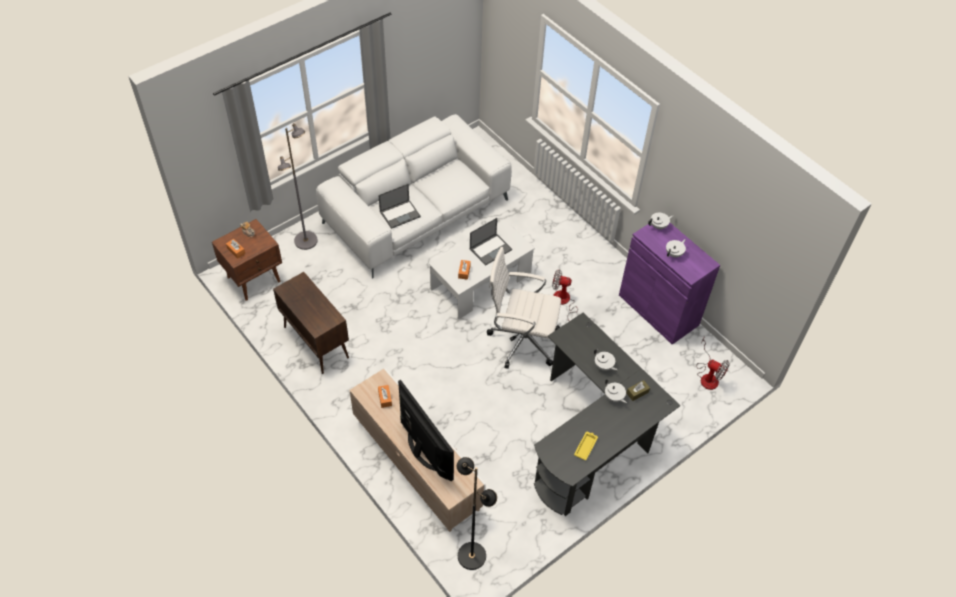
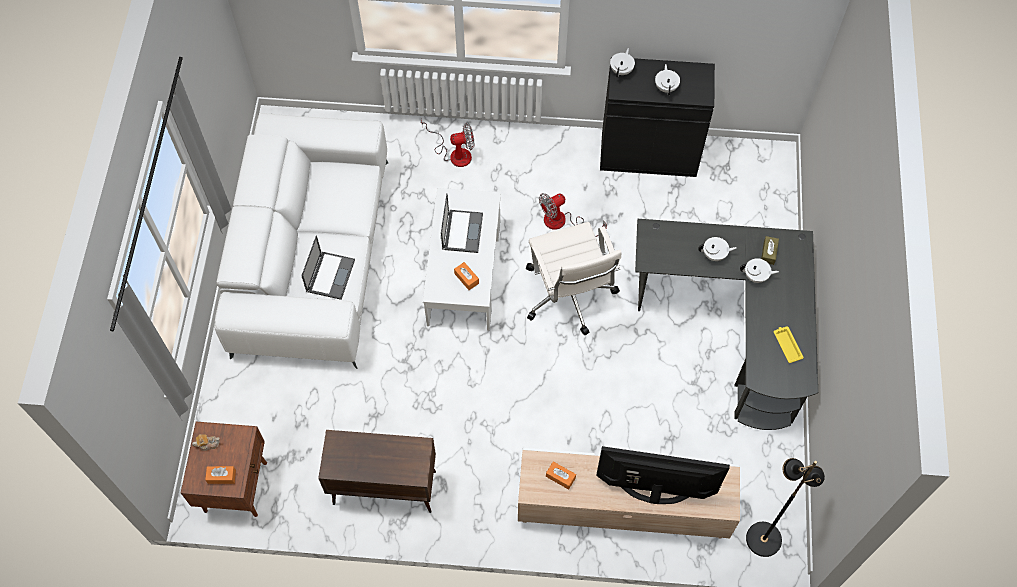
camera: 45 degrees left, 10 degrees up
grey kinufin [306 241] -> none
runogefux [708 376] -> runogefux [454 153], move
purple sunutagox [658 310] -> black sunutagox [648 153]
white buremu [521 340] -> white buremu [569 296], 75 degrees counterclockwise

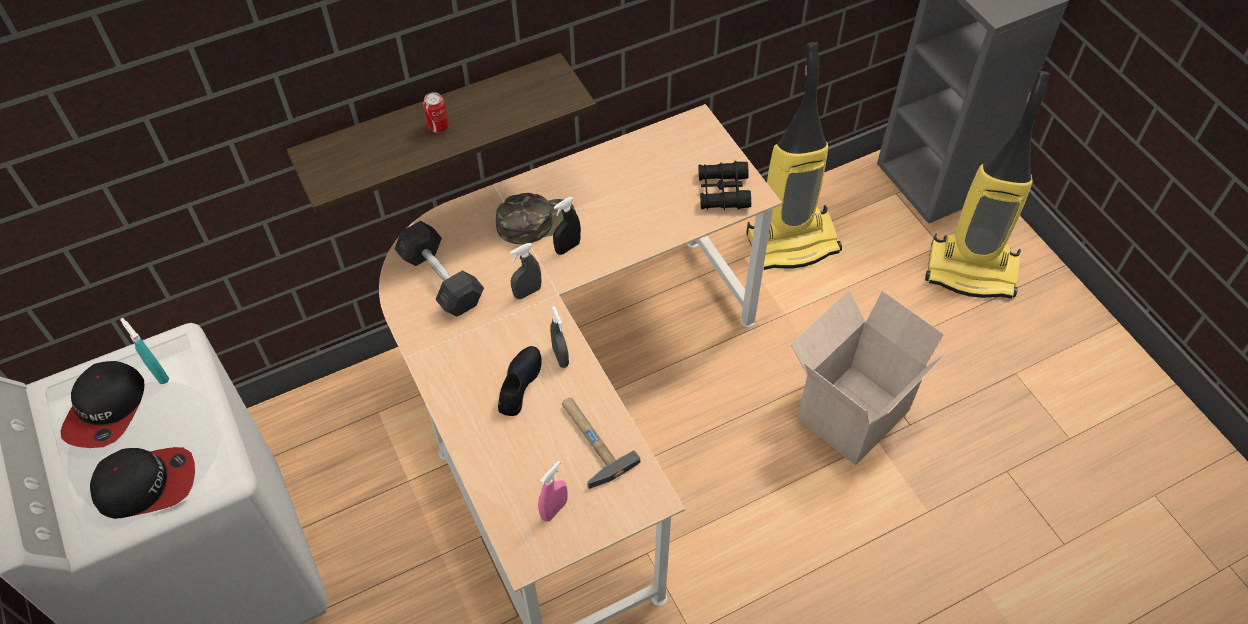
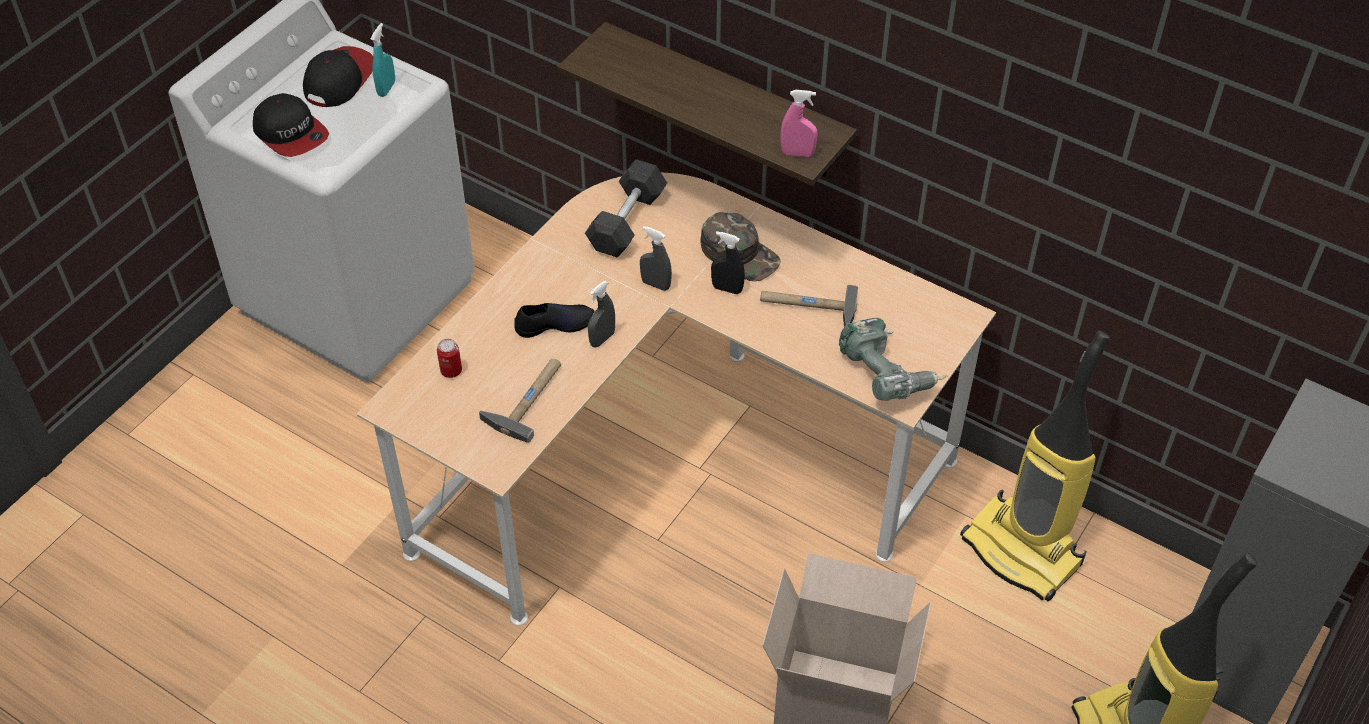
camera: 60 degrees right, 5 degrees down
none -> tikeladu [807 307]
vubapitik [438 126] -> vubapitik [451 371], move
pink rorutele [554 509] -> pink rorutele [797 153], move
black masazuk [723 192] -> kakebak [888 374]
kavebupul [106 409] -> kavebupul [339 79], 135 degrees clockwise

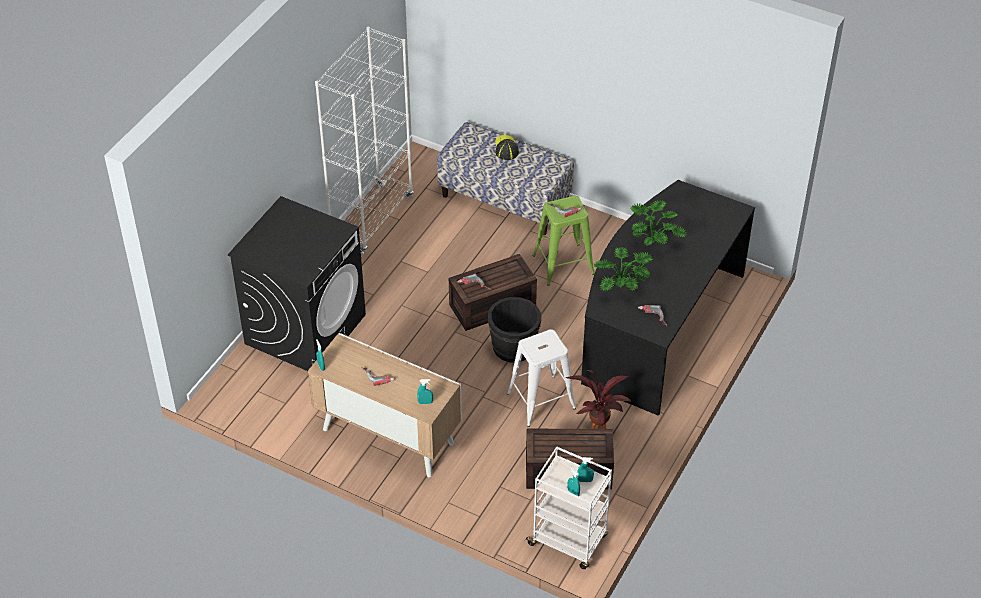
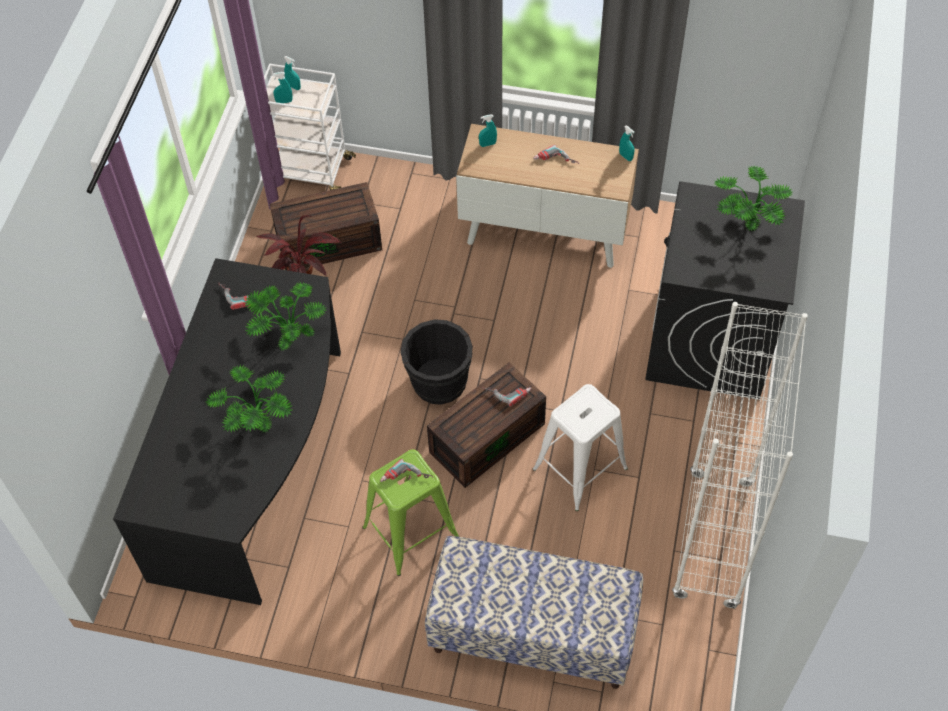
camera: 165 degrees right, 10 degrees up
kavebupul [506 148] -> none
none -> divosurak [748 219]
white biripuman [540 401] -> white biripuman [580 468], move

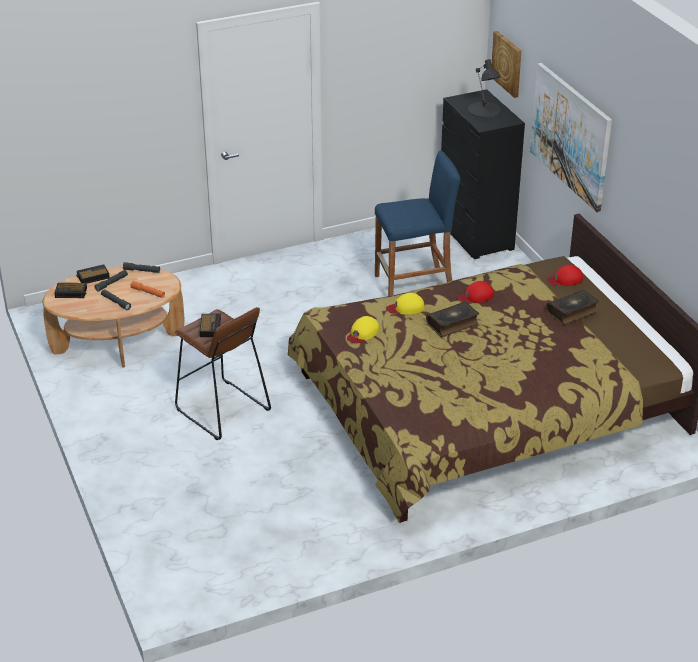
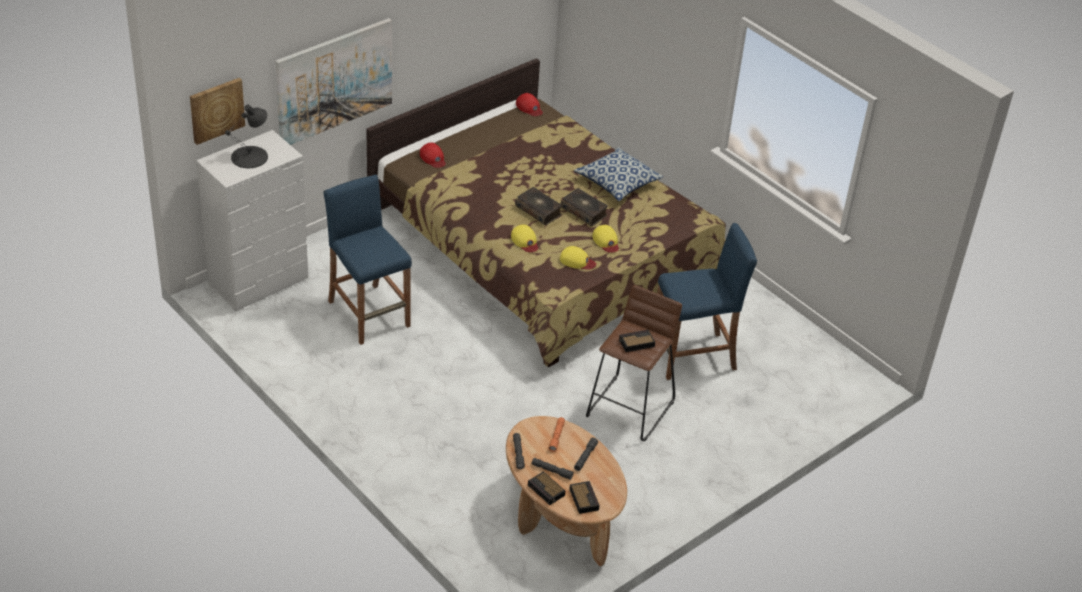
camera: 110 degrees left, 5 degrees up
none -> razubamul [617 183]
none -> yellow kavebupul [606 241]
none -> blue biripuman [693 356]
red kavebupul [476 296] -> red kavebupul [529 107], move
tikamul [572 312] -> tikamul [584 211], move
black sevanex [475 236] -> white sevanex [259 282]

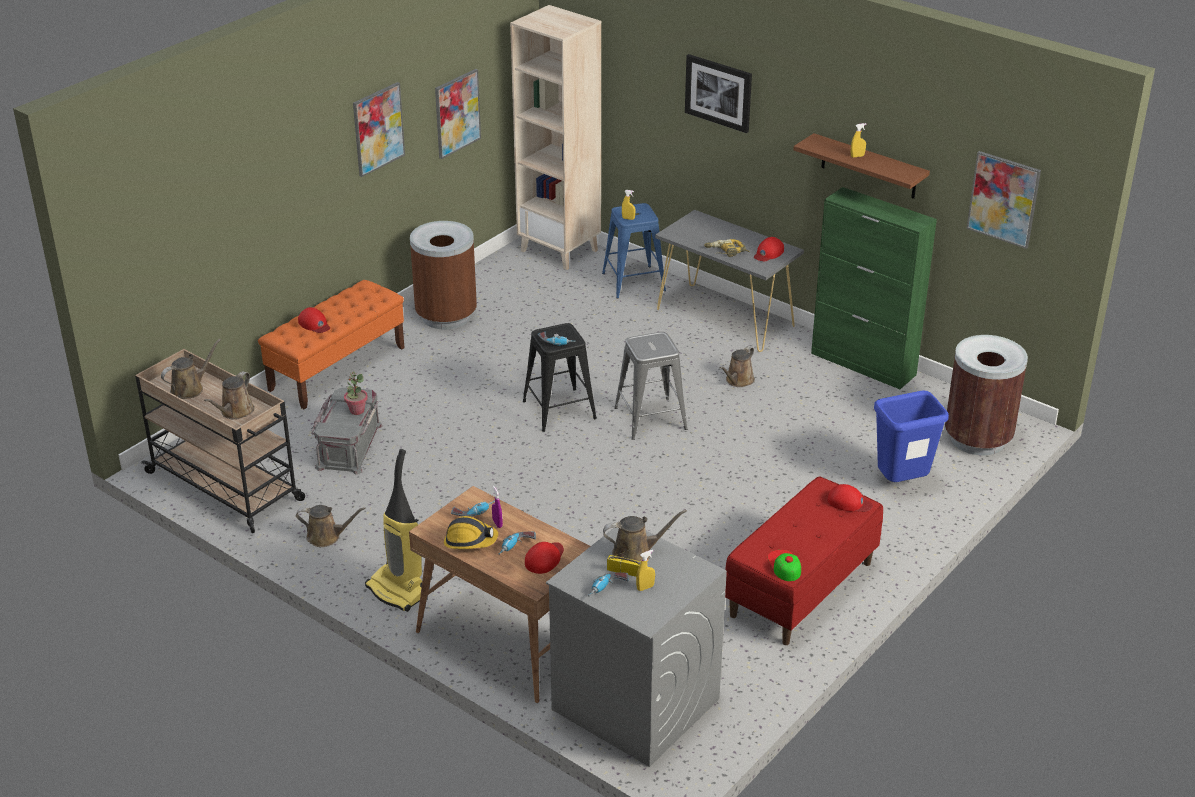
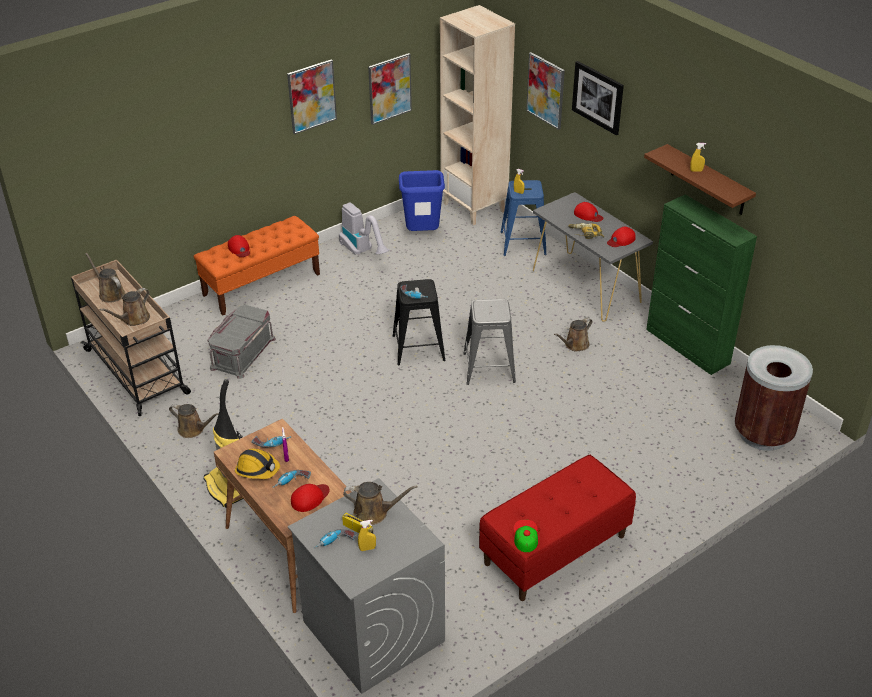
camera: 15 degrees right, 5 degrees up
divosurak [357 410] -> none
red kavebupul [849 502] -> red kavebupul [588 215], move
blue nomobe [902 483] -> blue nomobe [423 234], move
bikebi [1003 199] -> bikebi [545 90], move
brown nomobe [446 316] -> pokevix [363 252]
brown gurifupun [190 388] -> brown gurifupun [110 293], 105 degrees counterclockwise

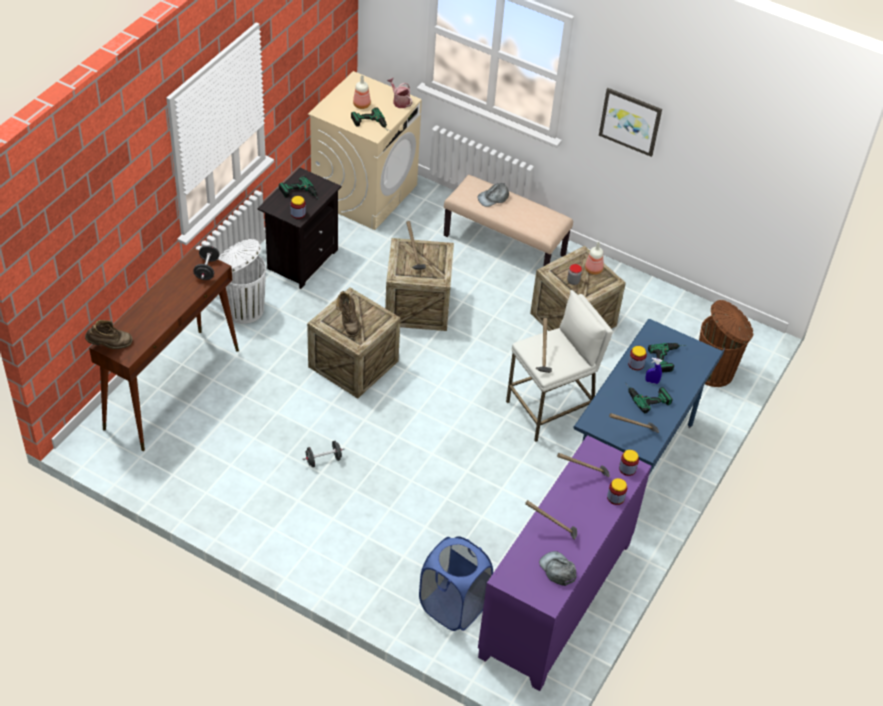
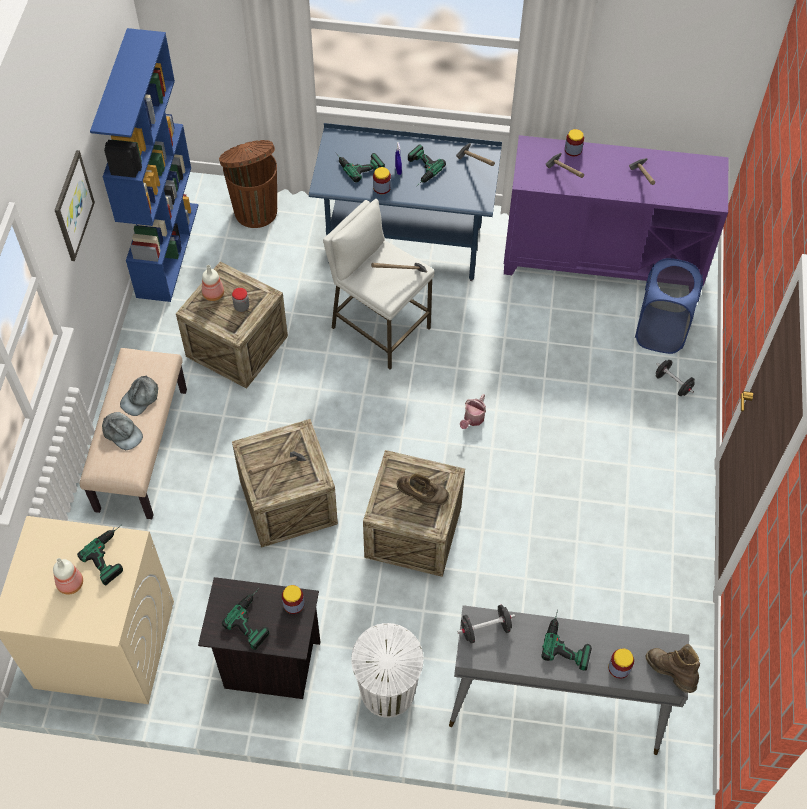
camera: 110 degrees left, 10 degrees up
none -> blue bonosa [167 250]
none -> kakebak [568 640]
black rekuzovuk [323 460] -> black rekuzovuk [673 384], move
gurifupun [399 101] -> gurifupun [472 419], move
grey kavebupul [558 570] -> grey kavebupul [140 398], move
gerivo [627 469] -> gerivo [619 667], move
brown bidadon [173 388] -> grey bidadon [553 708]
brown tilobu [349 323] -> brown tilobu [422 497], 45 degrees clockwise

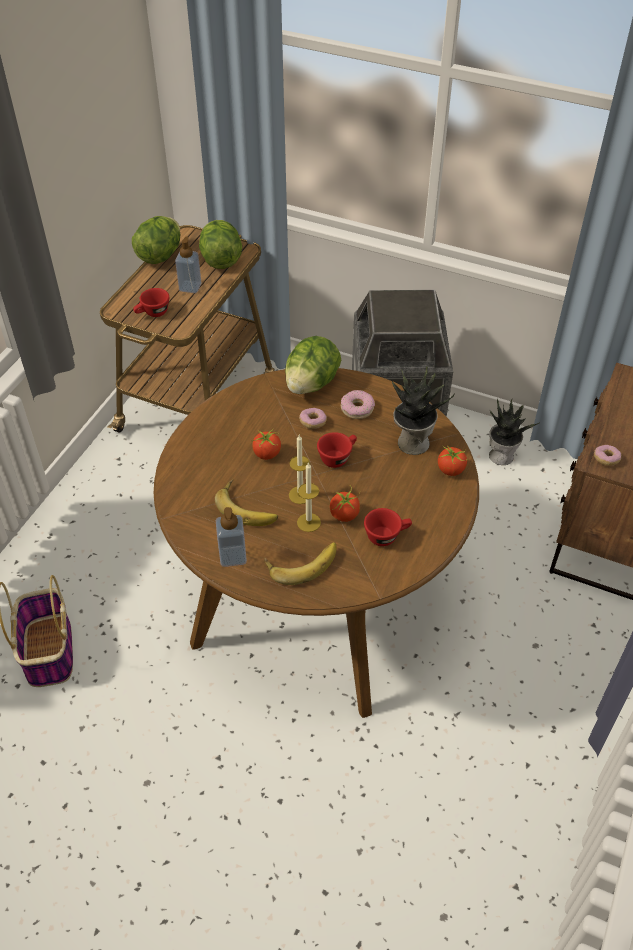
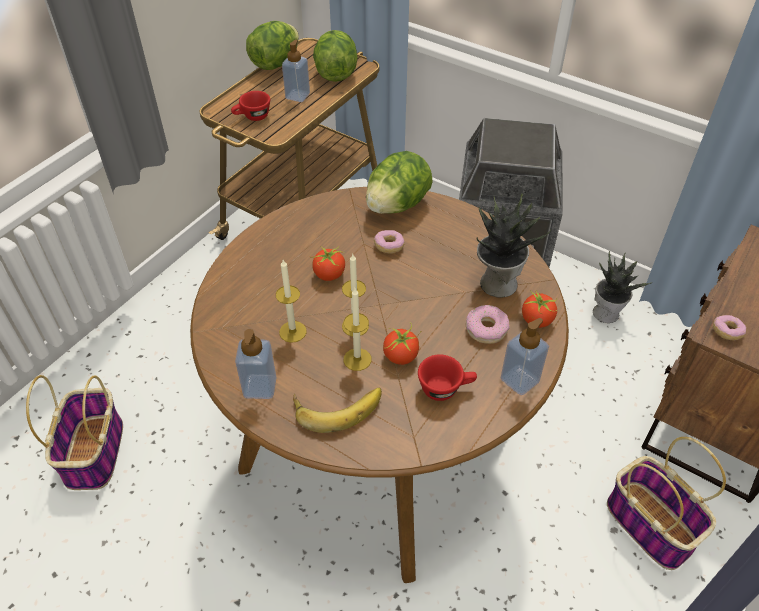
camera: 10 degrees right, 0 degrees up
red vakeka [338 457] -> none
none -> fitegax [519 380]
none -> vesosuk [651 525]
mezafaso [357 408] -> mezafaso [486 329], move
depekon [248 507] -> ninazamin [292 331]

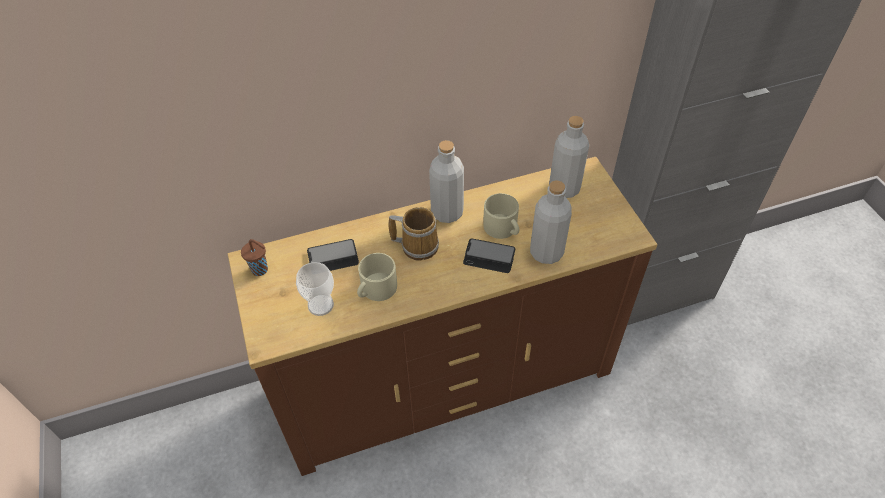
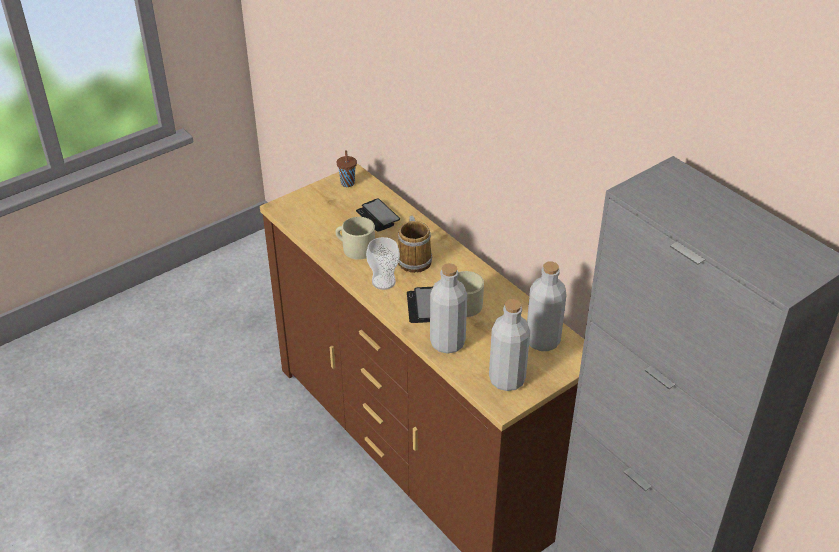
camera: 70 degrees right, 10 degrees down
vakeka [320 305] -> vakeka [383 282], move
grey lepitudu [447 212] -> grey lepitudu [507 379], move

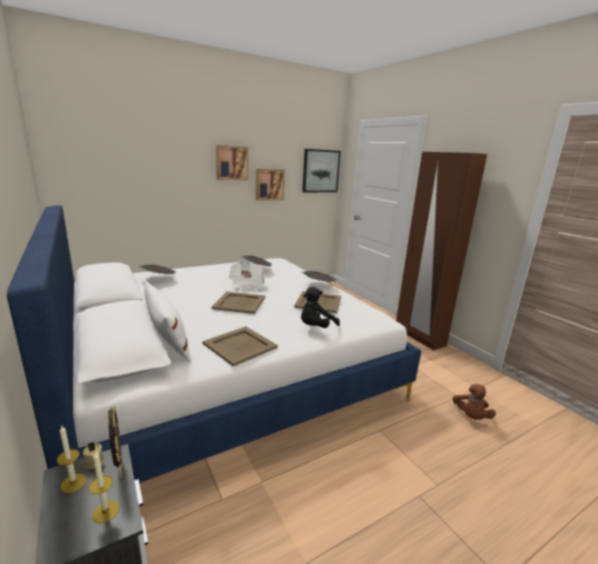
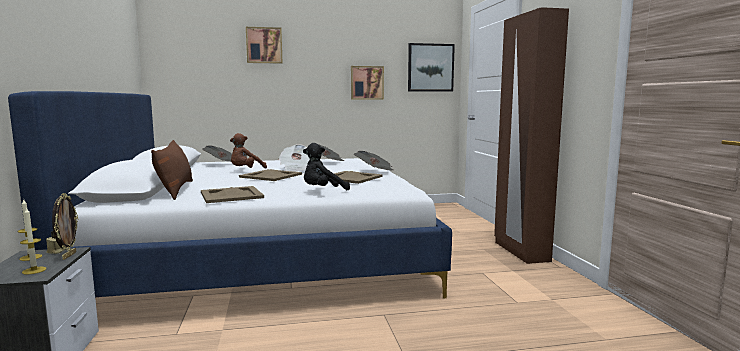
camera: 20 degrees right, 10 degrees down
bikebi [231 163] -> bikebi [264 45], move
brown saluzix [470 416] -> brown saluzix [246 170], move
white razubamul [167 339] -> brown razubamul [175 190]

